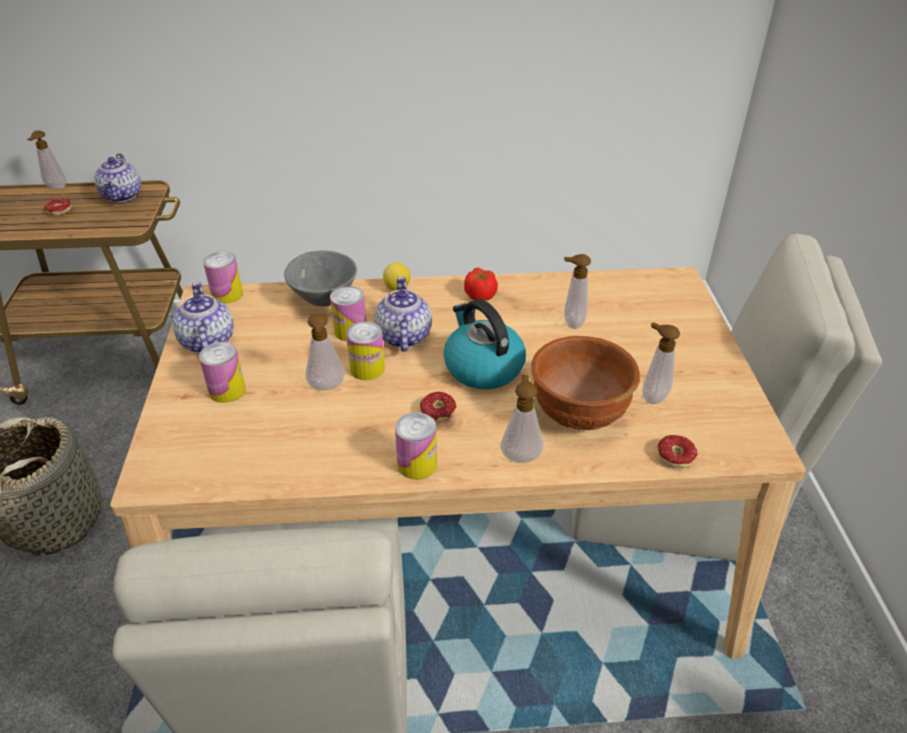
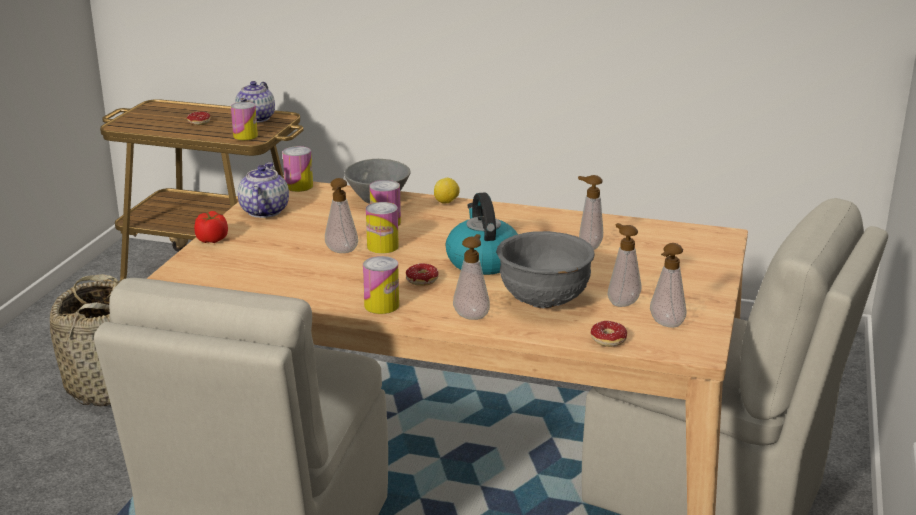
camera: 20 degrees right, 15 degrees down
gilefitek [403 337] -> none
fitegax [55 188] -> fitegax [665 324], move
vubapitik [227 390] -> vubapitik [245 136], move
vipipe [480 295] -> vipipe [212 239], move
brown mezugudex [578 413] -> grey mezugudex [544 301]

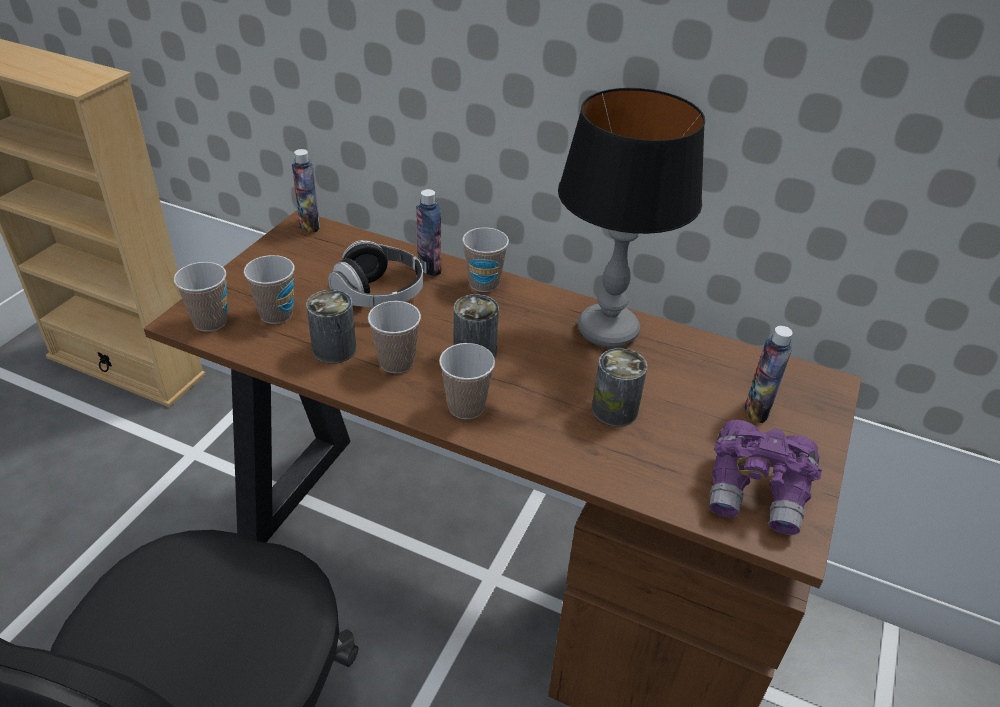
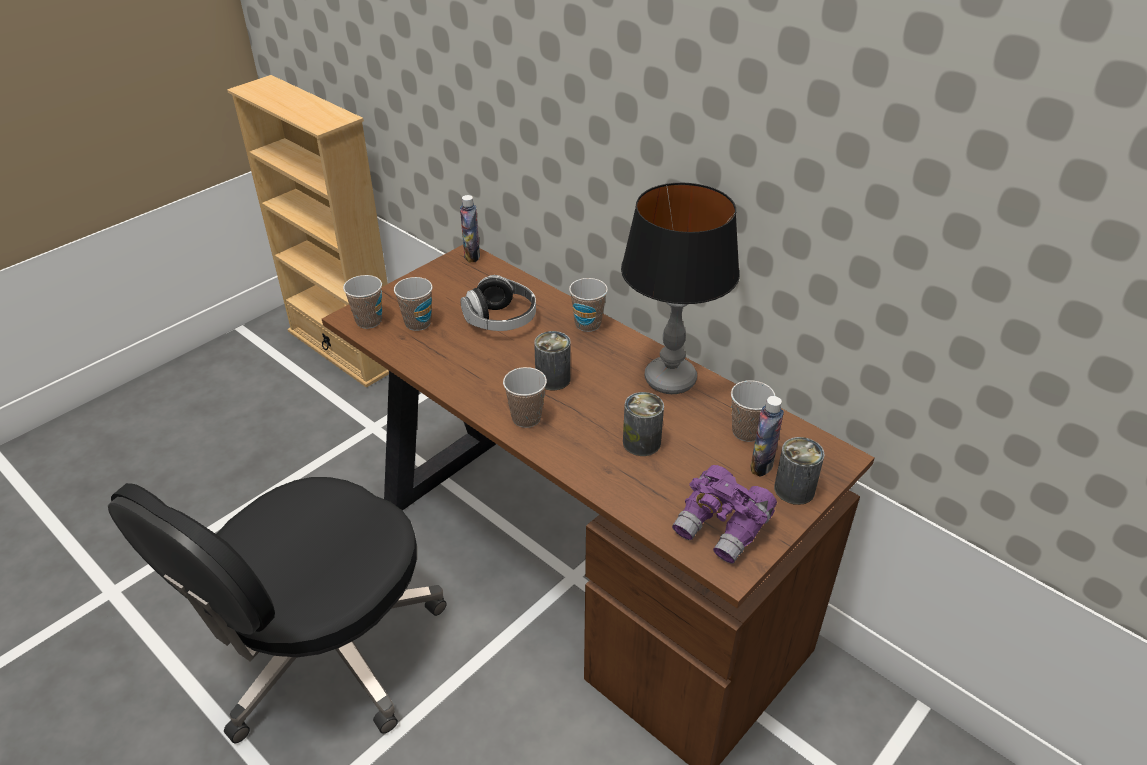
camera: 20 degrees right, 0 degrees up
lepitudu [429 267] -> none
vubapitik [334 349] -> vubapitik [794 489], move
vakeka [396 362] -> vakeka [746 432], move

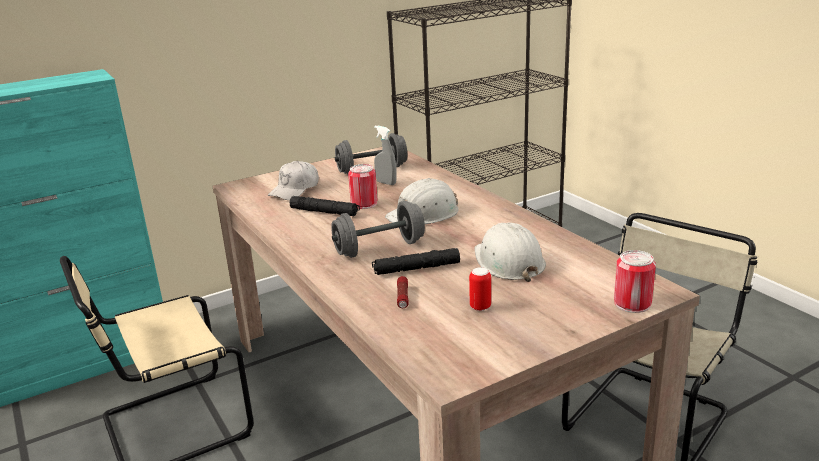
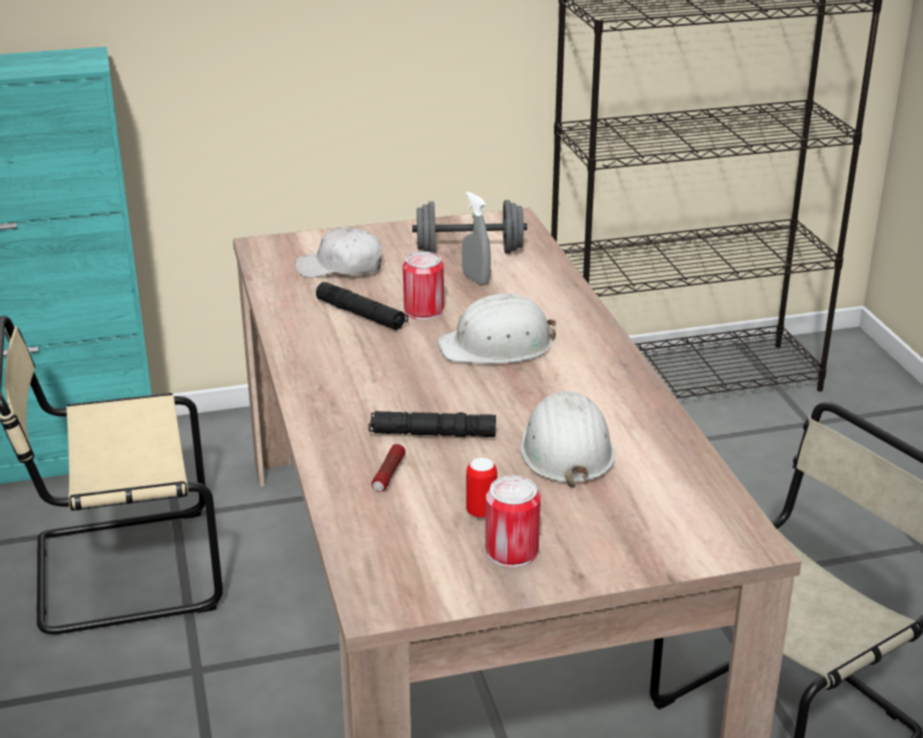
camera: 15 degrees right, 5 degrees up
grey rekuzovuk [379 248] -> none
vubapitik [632 303] -> vubapitik [512 551], move
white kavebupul [295 190] -> white kavebupul [341 268], 45 degrees clockwise

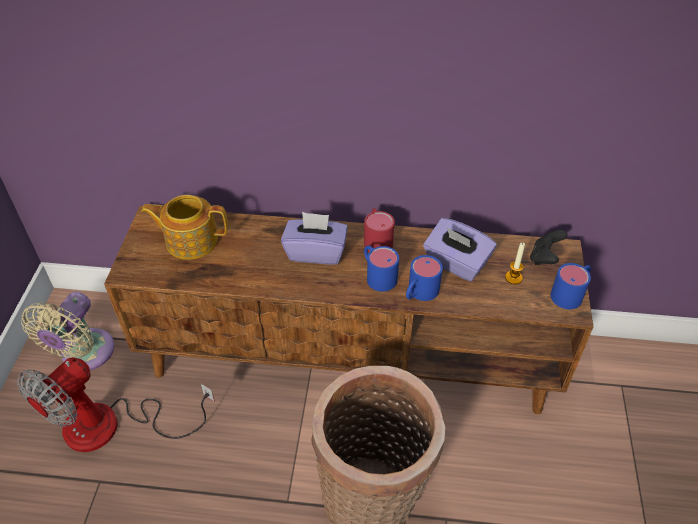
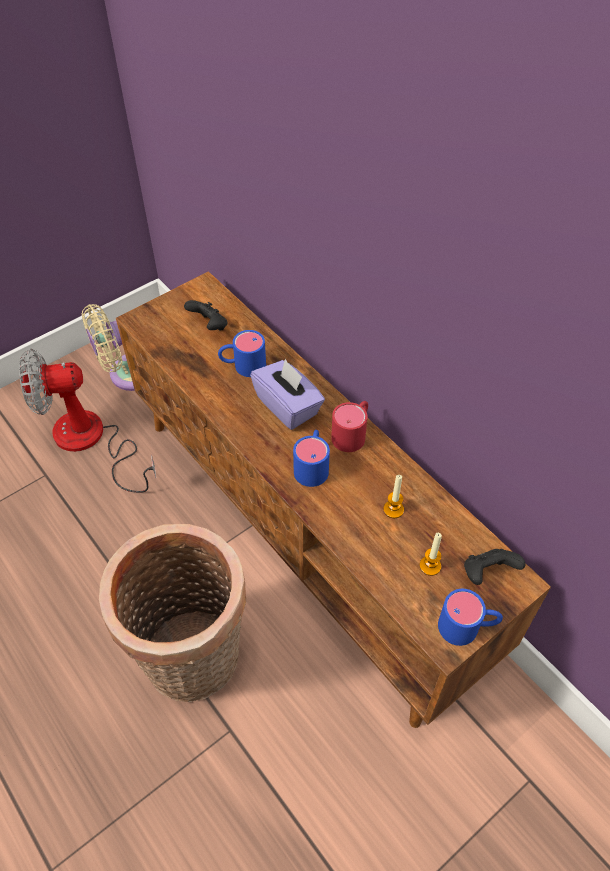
camera: 45 degrees right, 5 degrees up
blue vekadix [419 293] -> blue vekadix [242 365], move
gilefitek [190 240] -> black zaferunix [209 326]
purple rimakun [456 263] -> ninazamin [393 509]

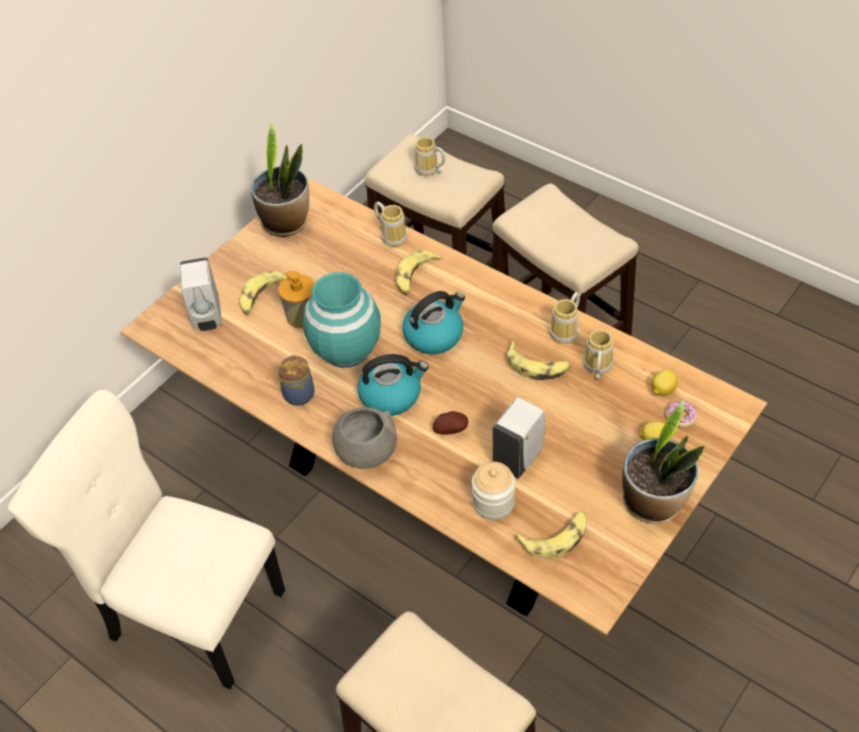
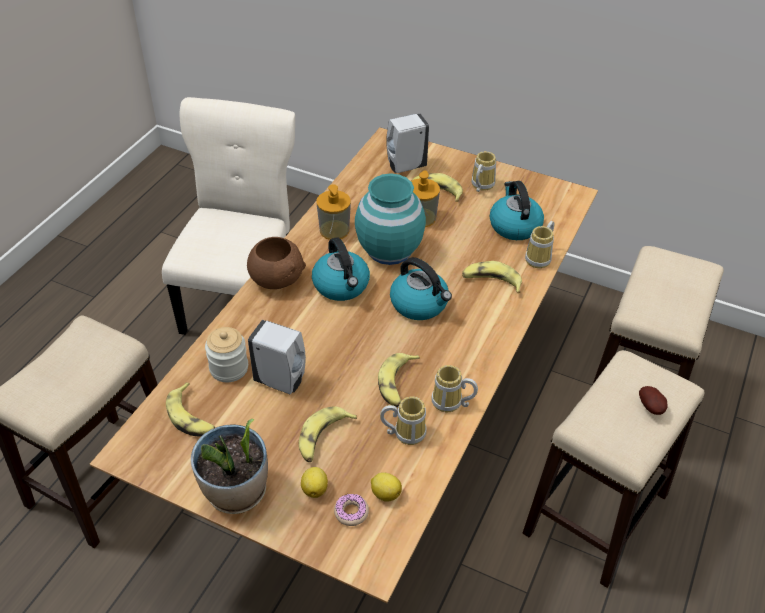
camera: 75 degrees right, 5 degrees down
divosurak [286 222] -> none
none -> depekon [323 438]
none -> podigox [514 226]
vekadix [429 171] -> vekadix [480 185], move
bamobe [451 429] -> bamobe [651 408], move
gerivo [299 393] -> fitegax [334 230]
grey mezugudex [366 452] -> brown mezugudex [276 279]

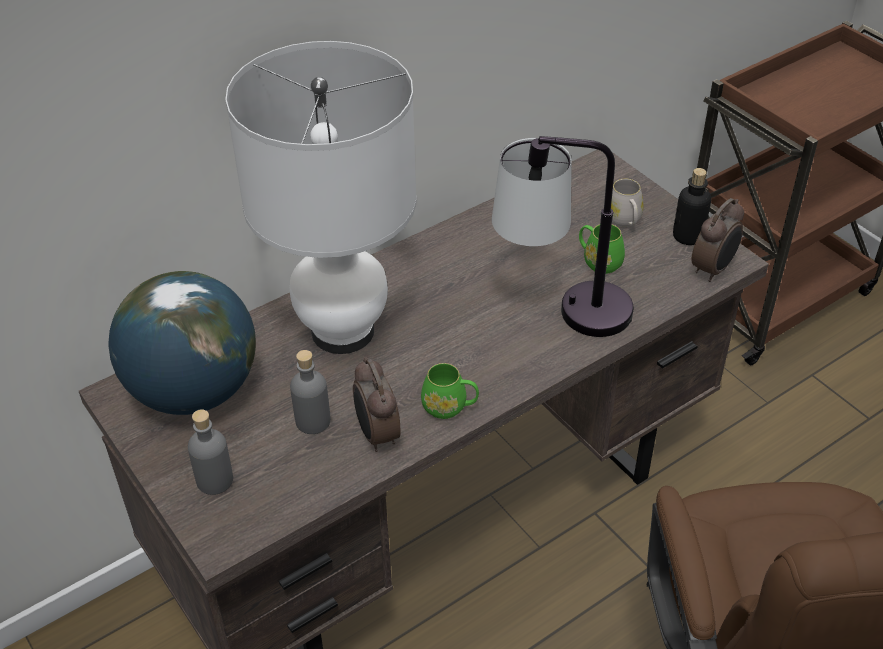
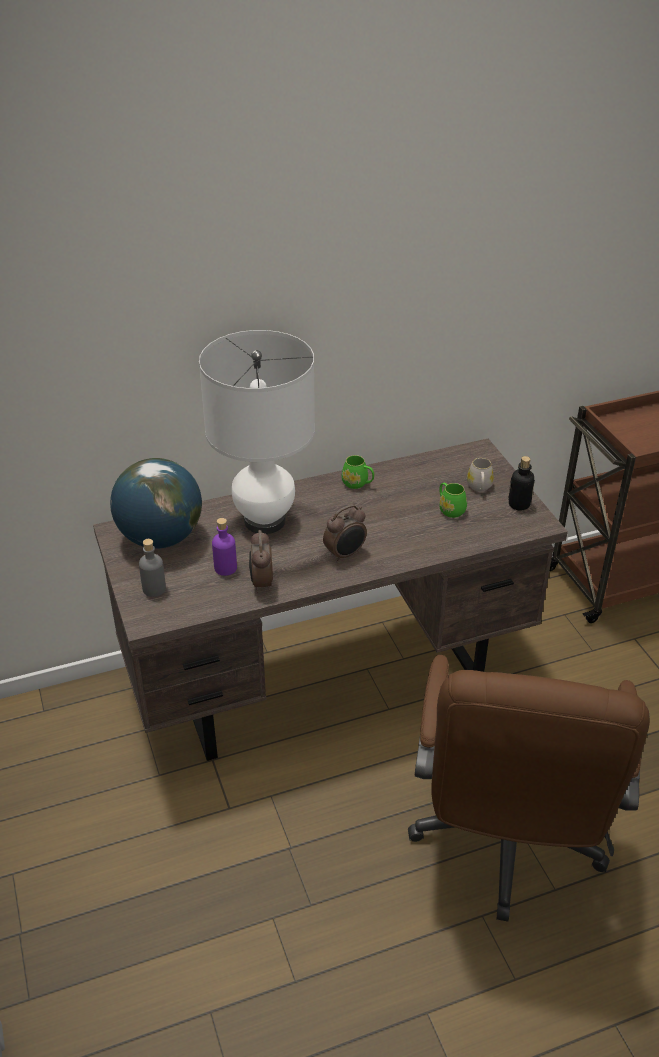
camera: 15 degrees right, 5 degrees down
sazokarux [561 312] -> none
green vekadix [450 407] -> green vekadix [358 483], move
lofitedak [713 269] -> lofitedak [345 554], move
grey lepitudu [313 421] -> purple lepitudu [225 568]

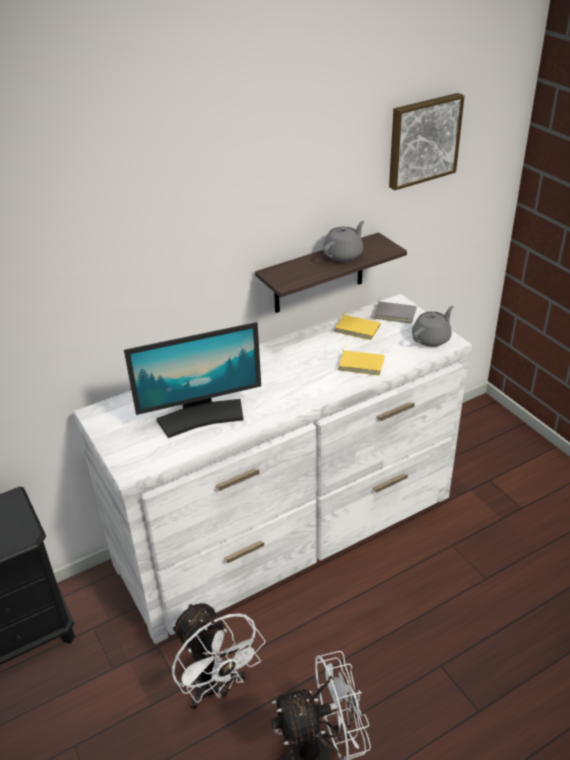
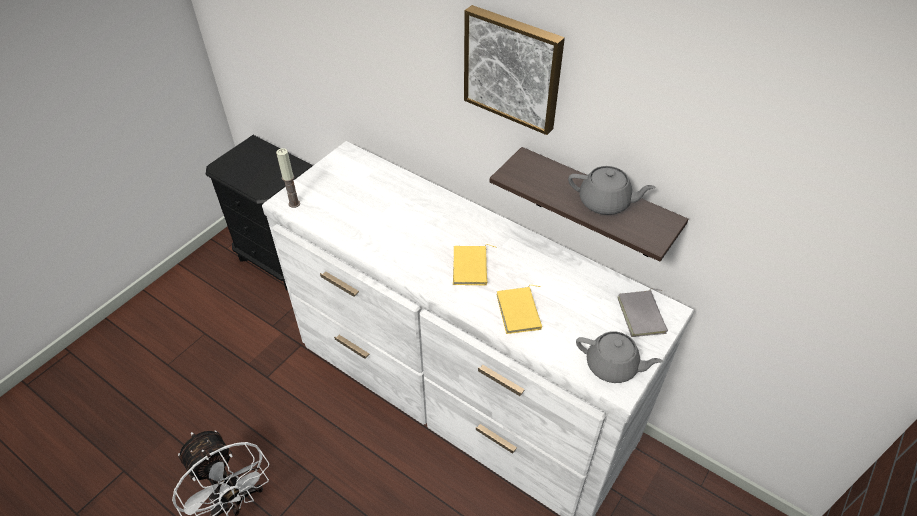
camera: 65 degrees right, 10 degrees up
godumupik [201 417] -> none
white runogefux [216 688] -> none
none -> ninazamin [294 203]
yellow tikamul [358 328] -> yellow tikamul [472 267], move
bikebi [423 140] -> bikebi [513 68], move

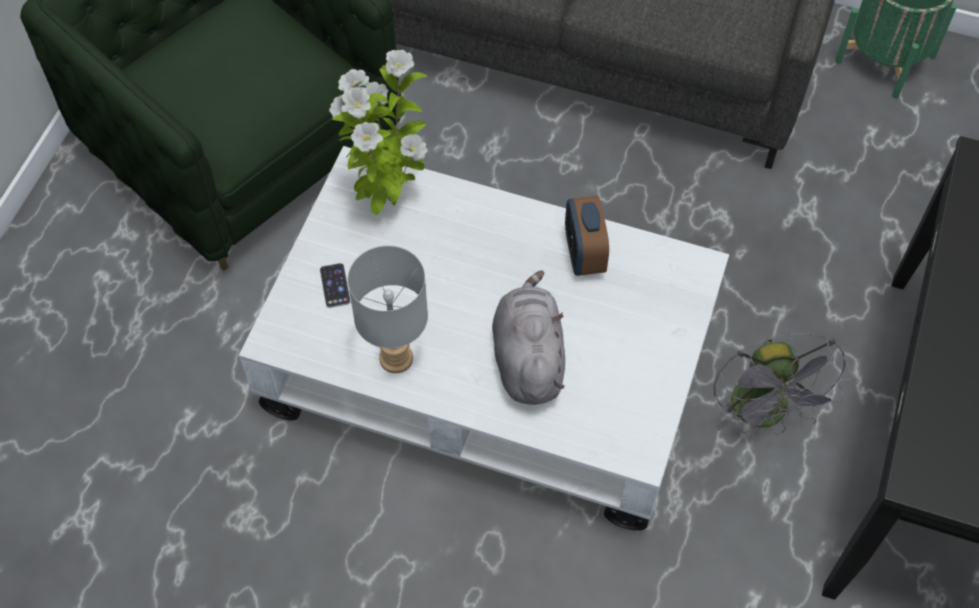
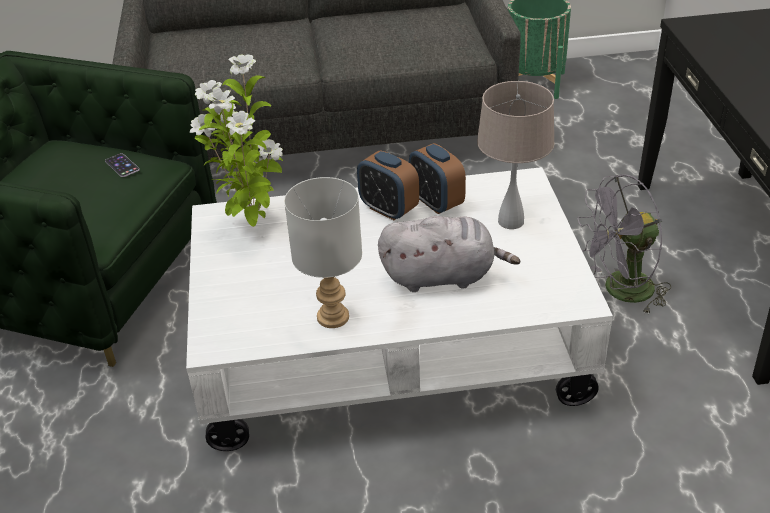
camera: 25 degrees left, 20 degrees down
none -> lofitedak [388 209]
none -> beige sazokarux [510 221]
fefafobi [335 285] -> fefafobi [122 165], move
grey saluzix [528 357] -> grey saluzix [442 276], 120 degrees clockwise
grey runogefux [765 415] -> grey runogefux [620 292], 105 degrees clockwise

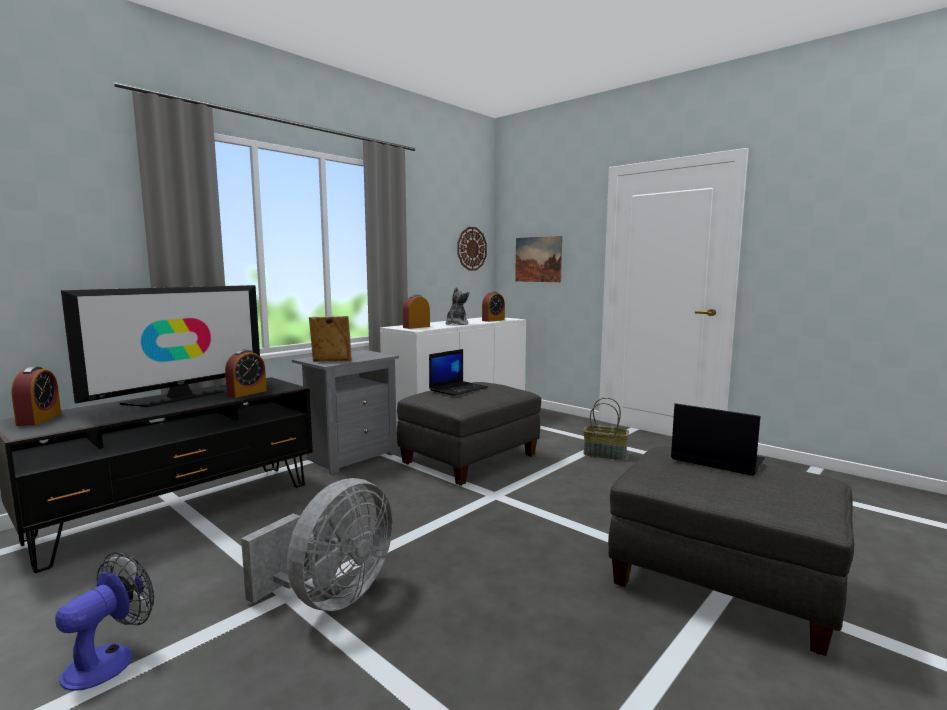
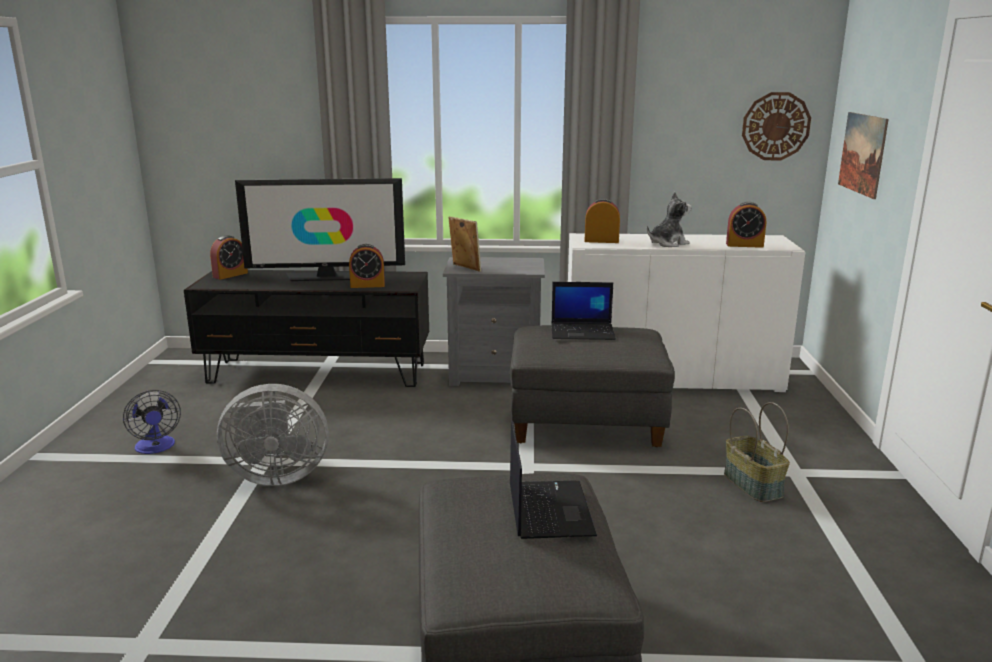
camera: 50 degrees right, 10 degrees up
runogefux [109 659] -> runogefux [156 448], 75 degrees clockwise

